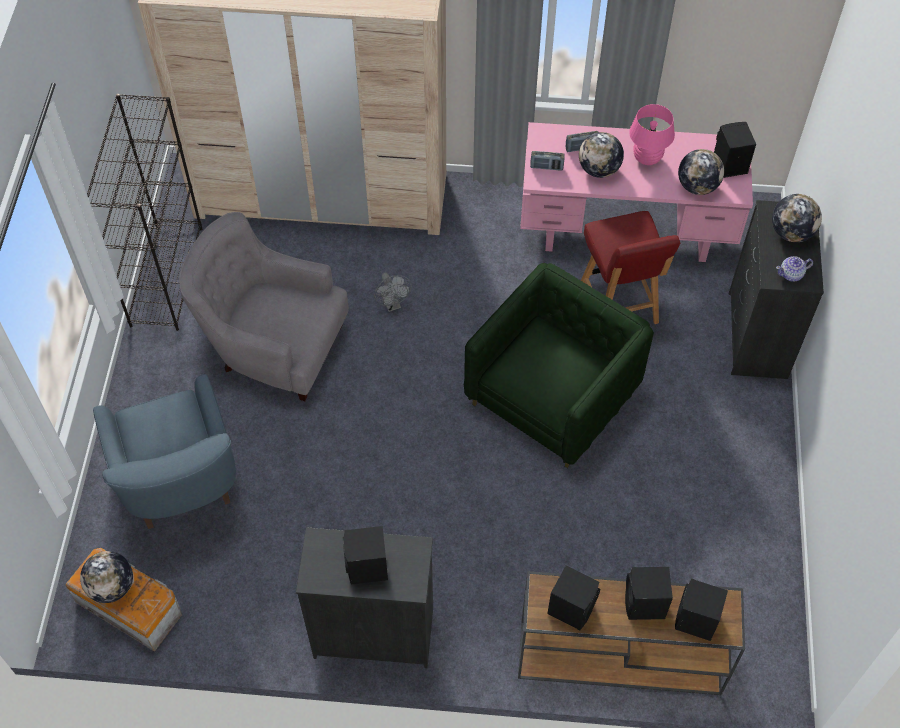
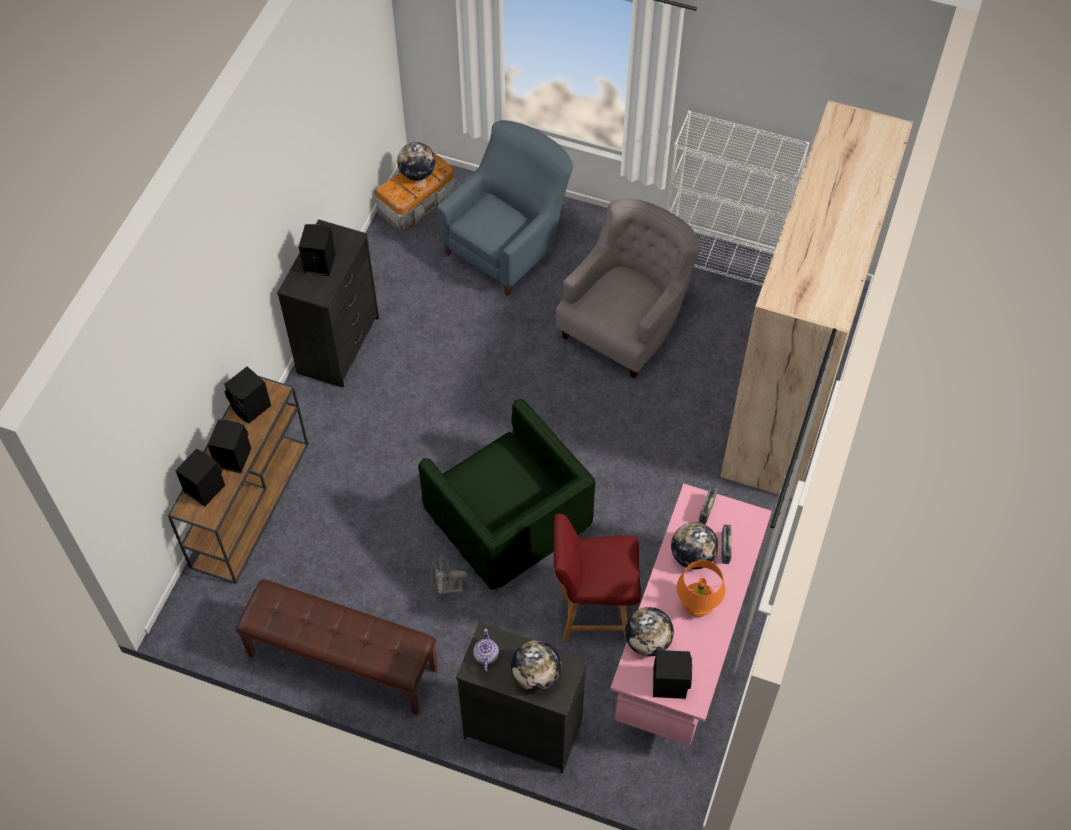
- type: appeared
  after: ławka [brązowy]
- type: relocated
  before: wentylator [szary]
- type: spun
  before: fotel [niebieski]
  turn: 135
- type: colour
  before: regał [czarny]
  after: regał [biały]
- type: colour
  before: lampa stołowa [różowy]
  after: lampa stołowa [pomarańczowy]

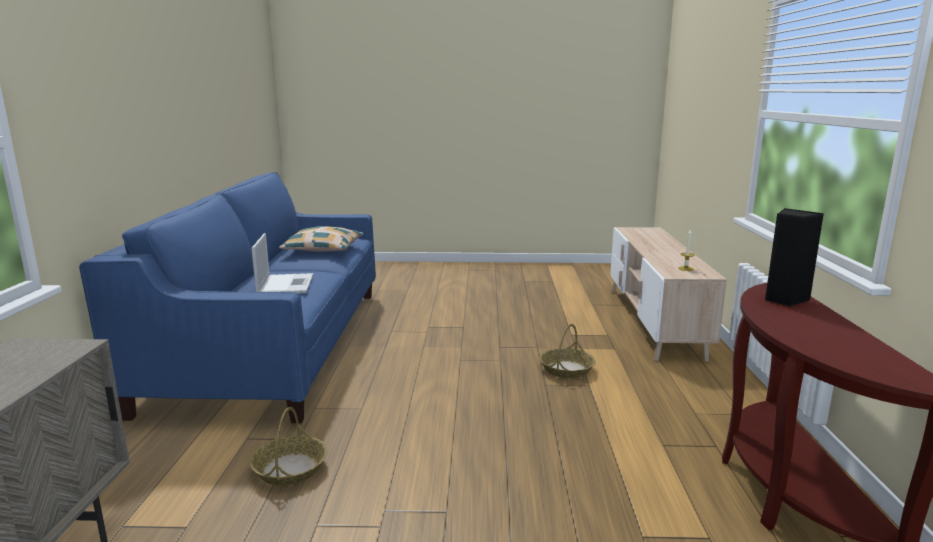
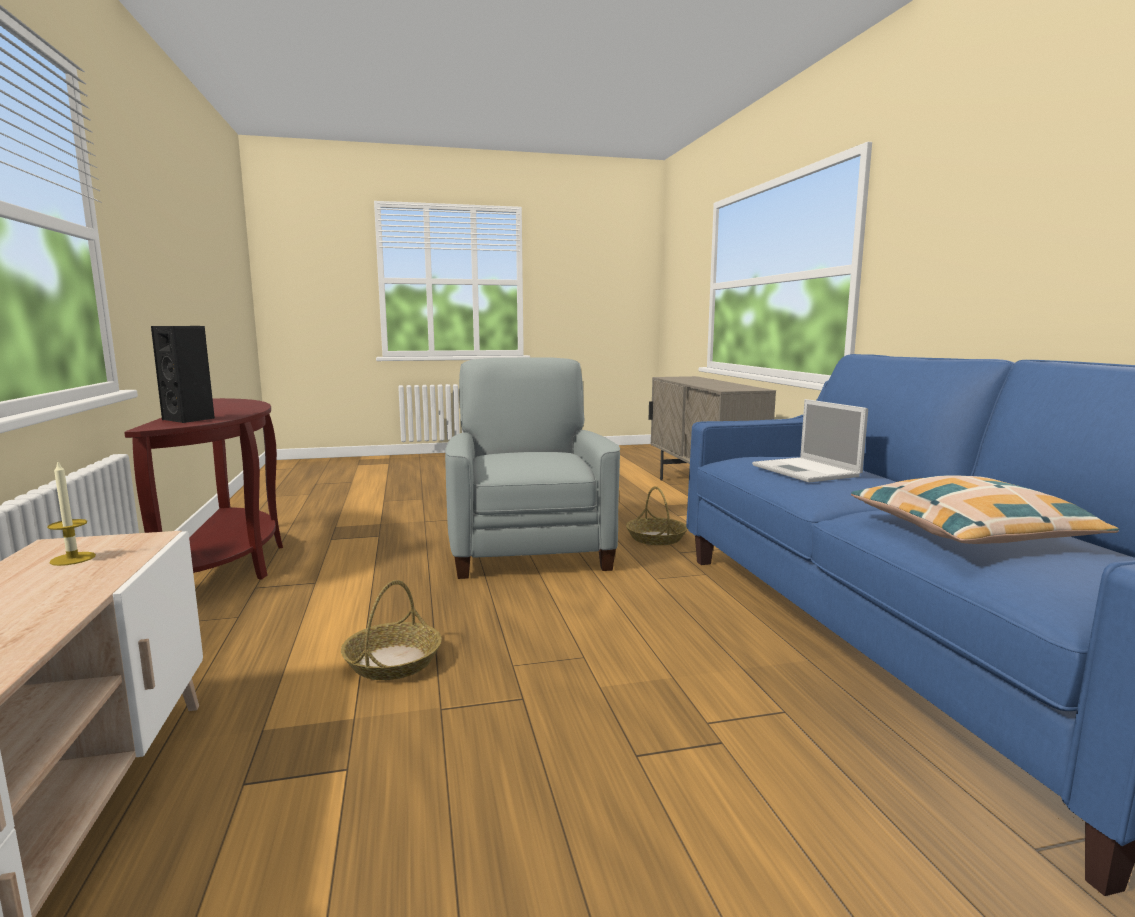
- type: appeared
  after: fotel [szary]

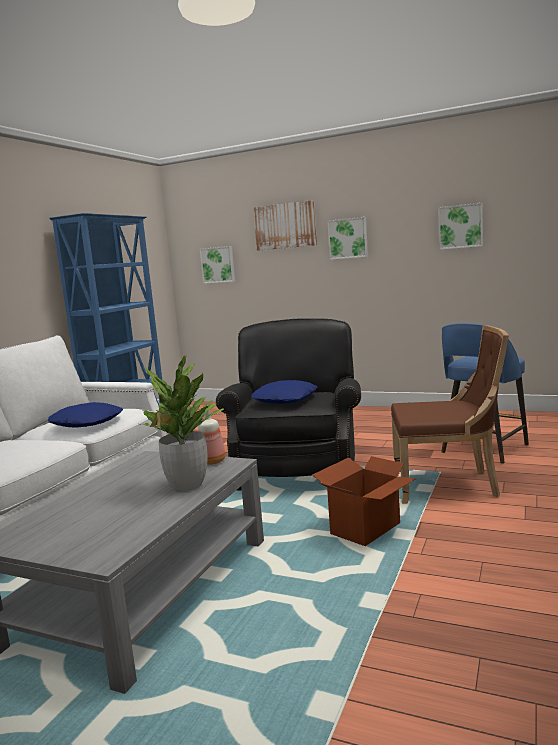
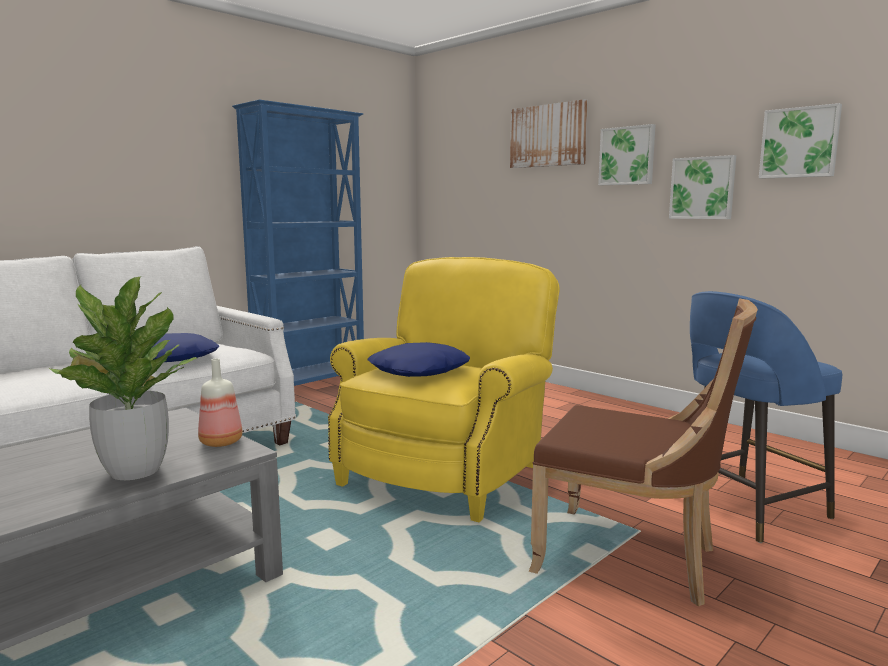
- type: colour
  before: fotel [czarny]
  after: fotel [żółty]
- type: relocated
  before: obraz (no. 1 from left in the first image)
  after: obraz (no. 3 from left)
- type: missing
  before: karton

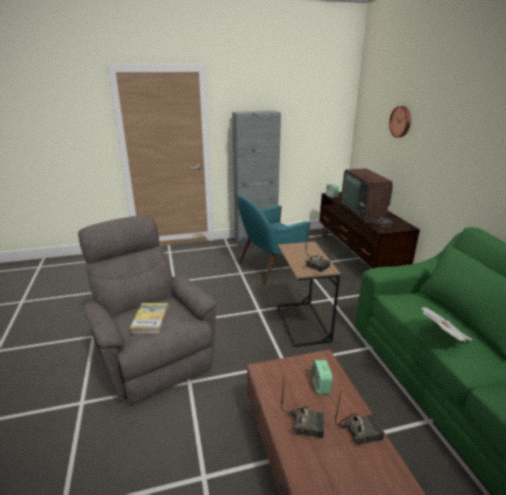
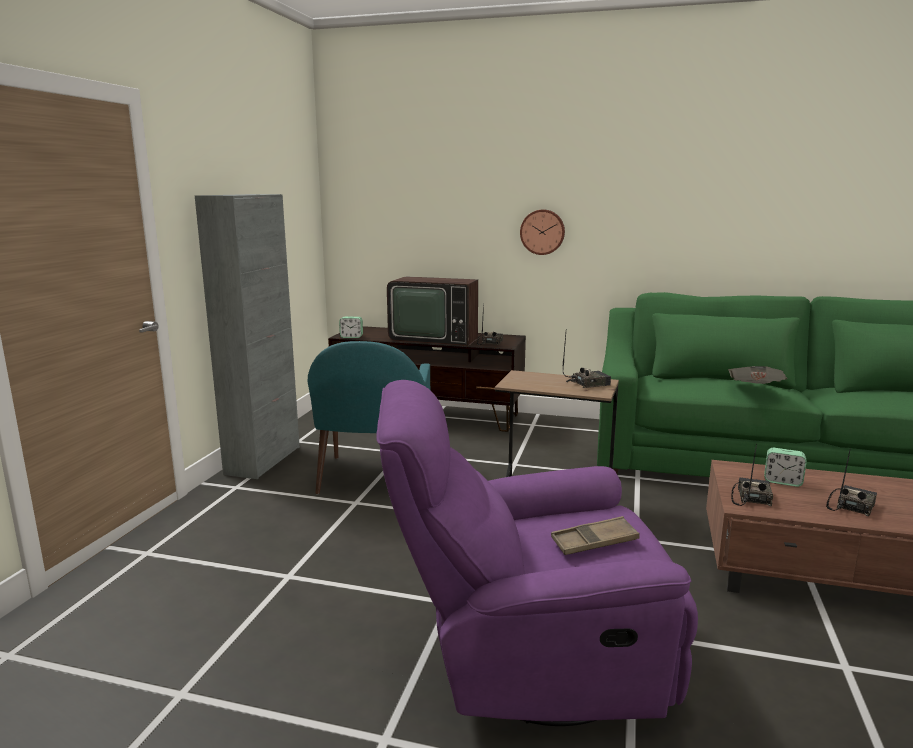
- type: colour
  before: fotel [szary]
  after: fotel [fioletowy]
- type: relocated
  before: zegar ścienny
- type: exchanged
  before: książka
  after: taca [brązowy]
- type: relocated
  before: radio (no. 3 from left)

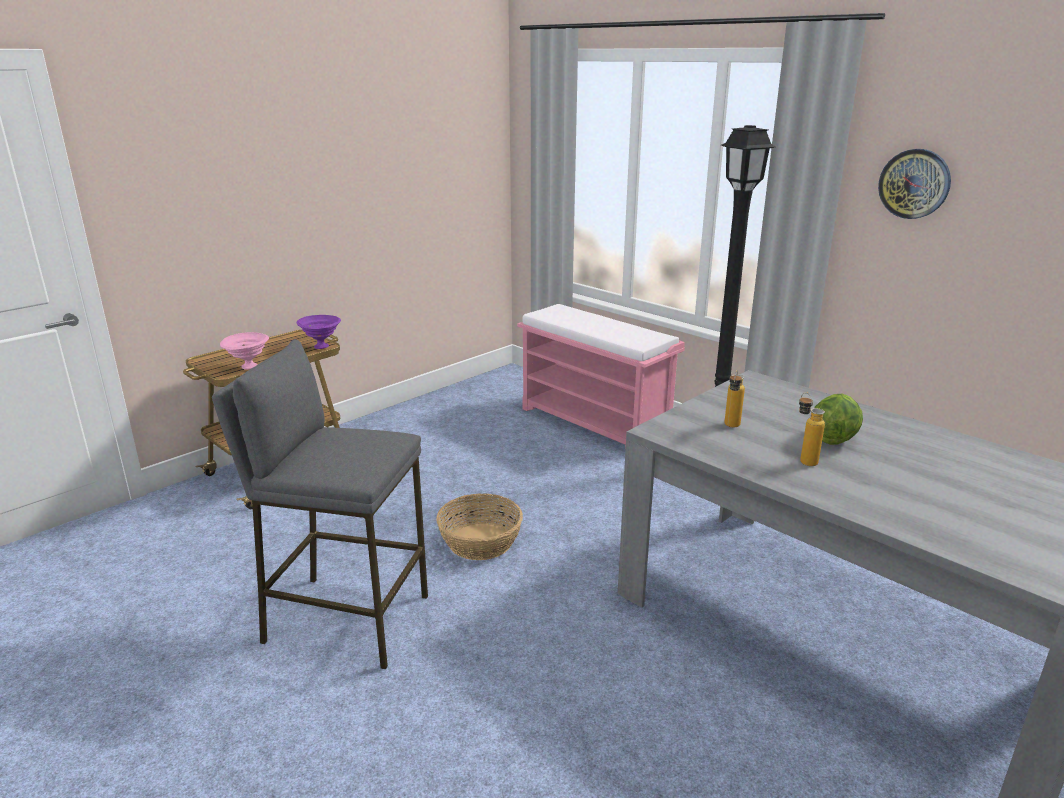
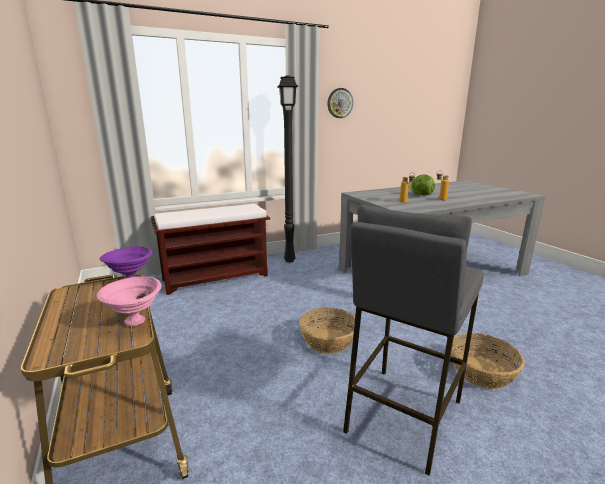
- type: colour
  before: ławka [różowy]
  after: ławka [brązowy]
- type: appeared
  after: koszyk (no. 2 from left)

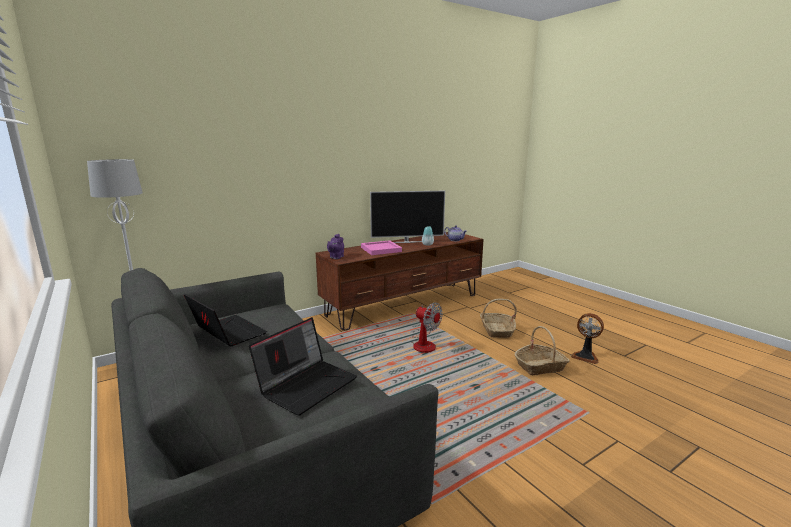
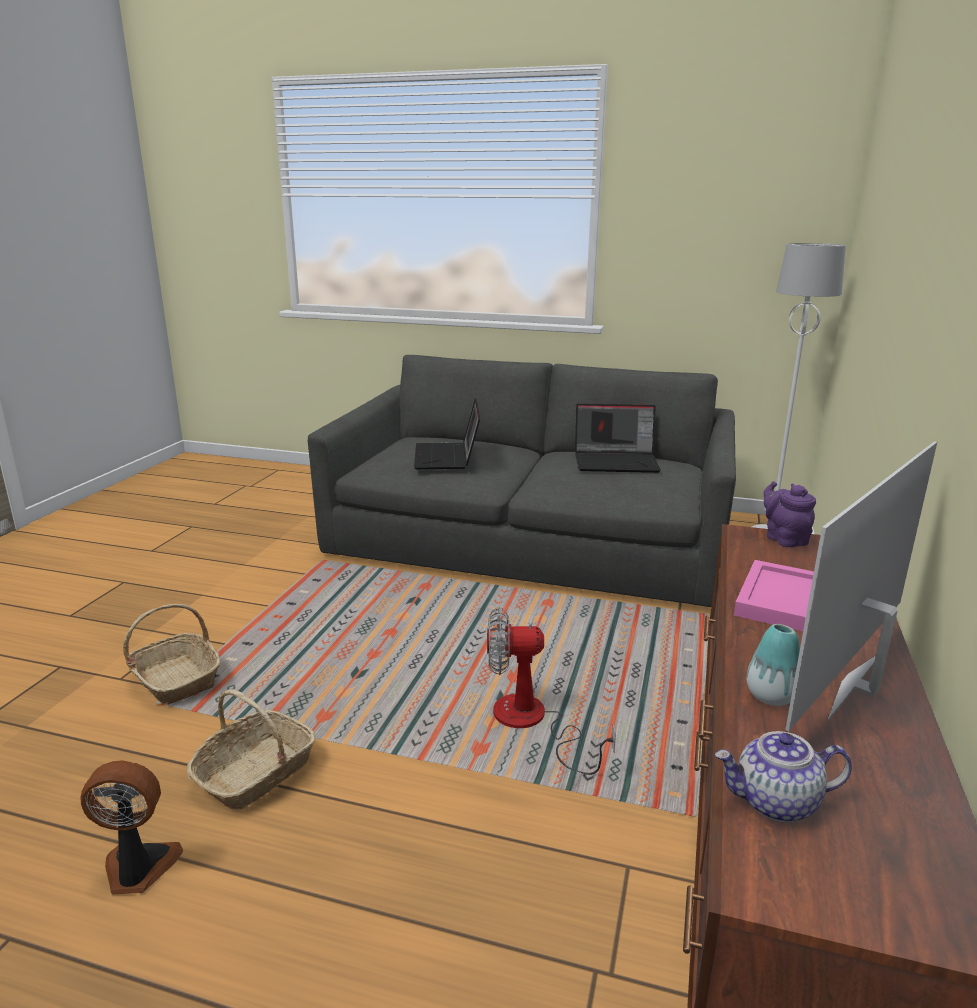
- type: relocated
  before: koszyk (no. 1 from left)

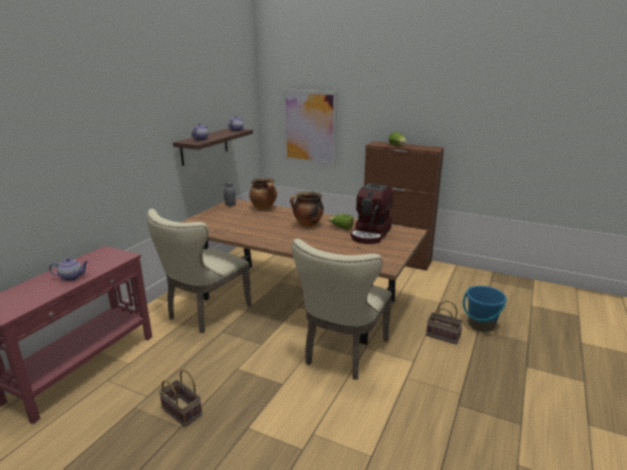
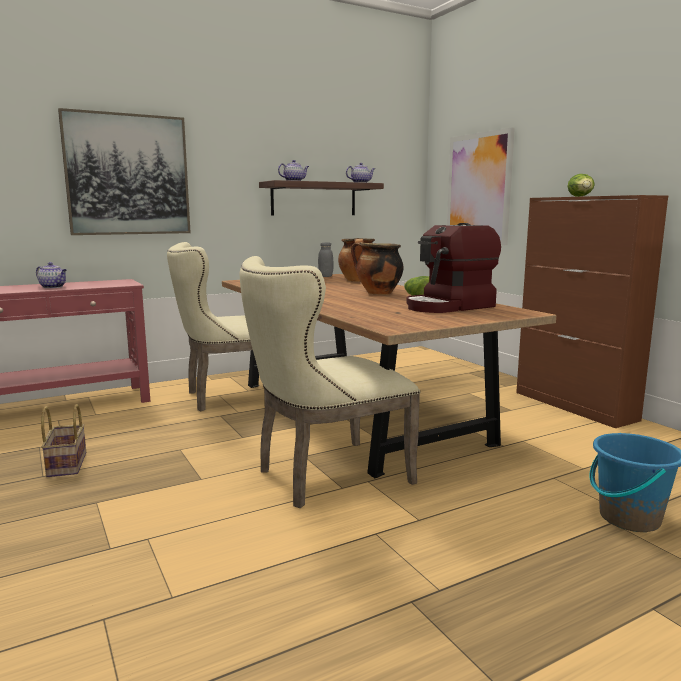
- type: appeared
  after: obraz (no. 1 from left)
- type: missing
  before: koszyk (no. 2 from left)

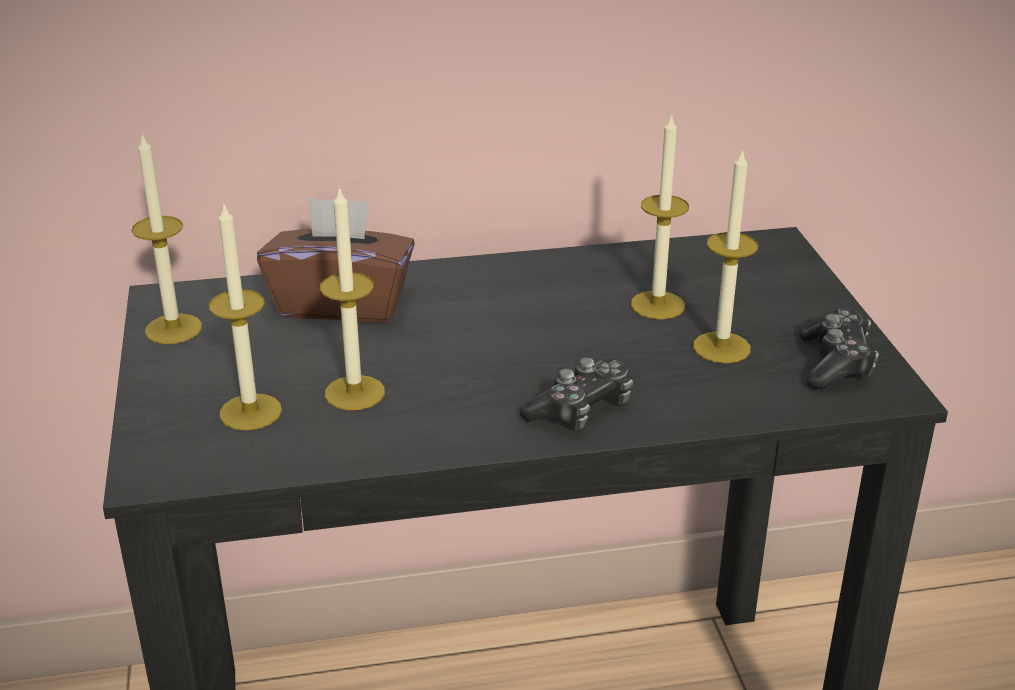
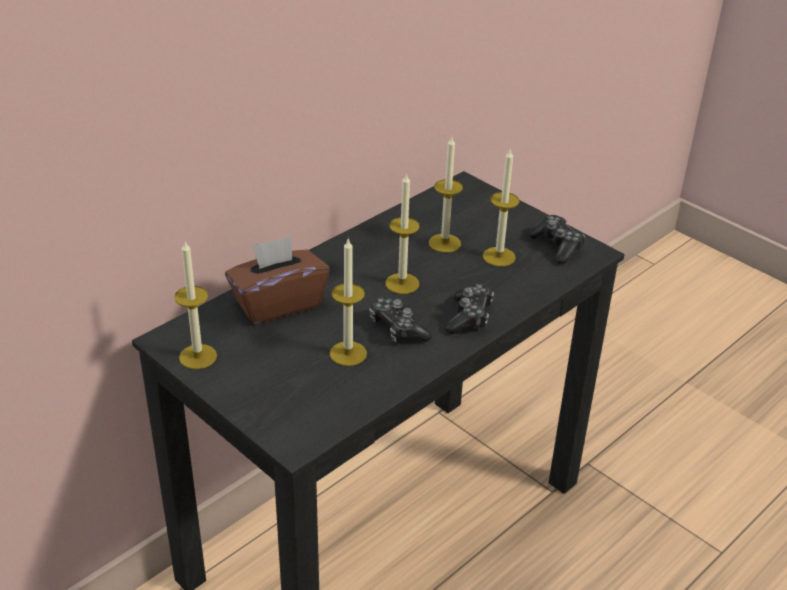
- type: appeared
  after: pad do gier (no. 1 from left)
- type: relocated
  before: świeca (no. 2 from left in the first image)
  after: świeca (no. 3 from left)

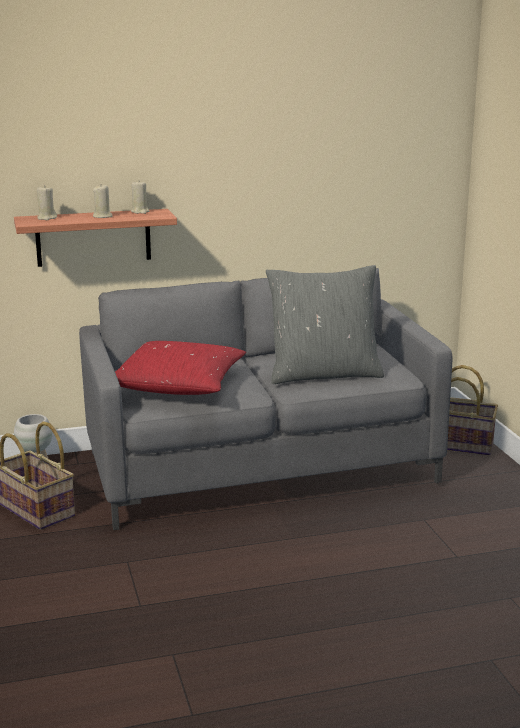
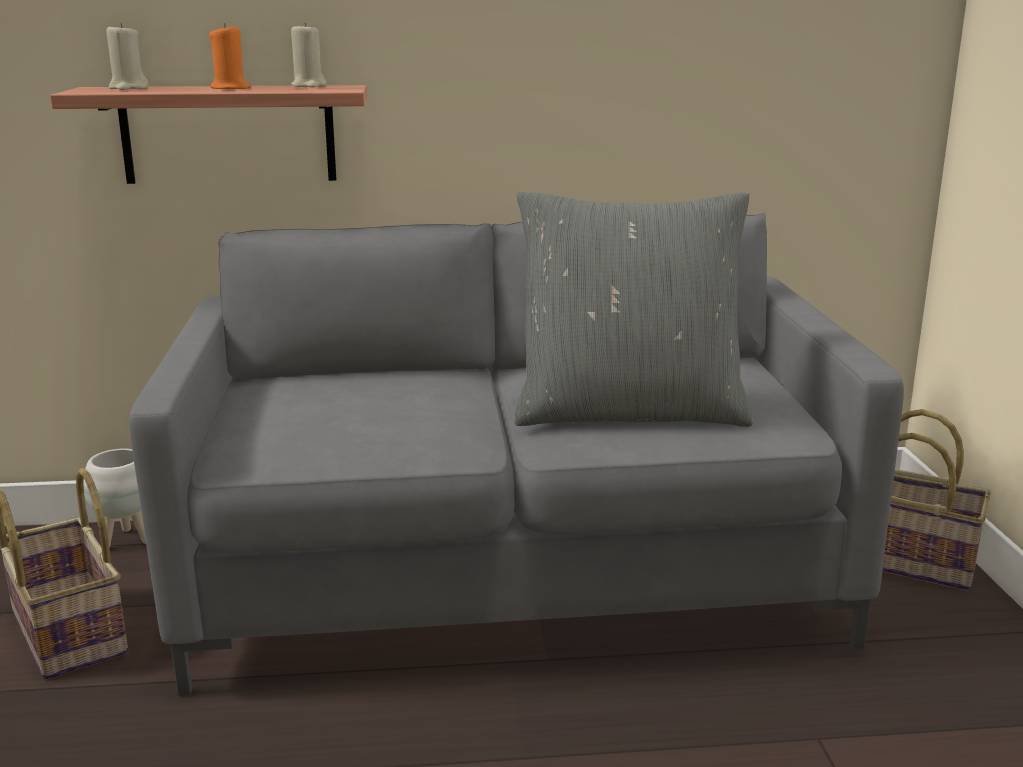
- type: colour
  before: świeca [beżowy] (no. 2 from left)
  after: świeca [pomarańczowy]
- type: missing
  before: poduszka [czerwony]

